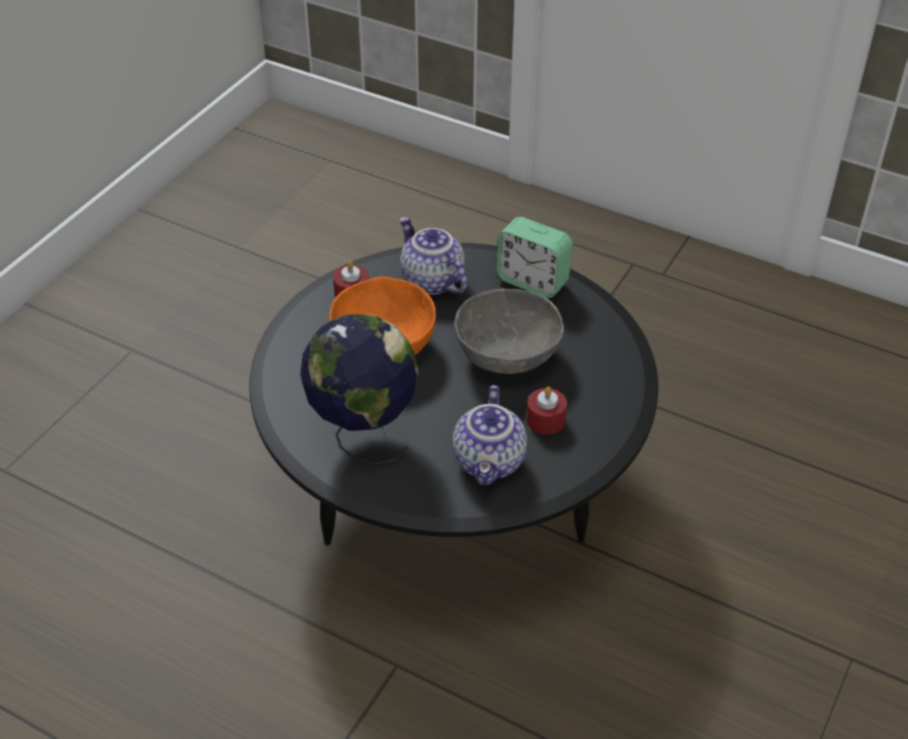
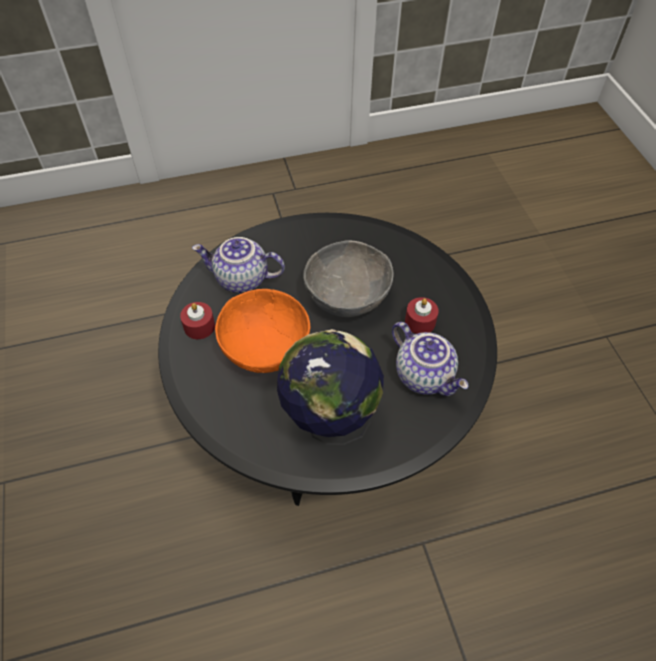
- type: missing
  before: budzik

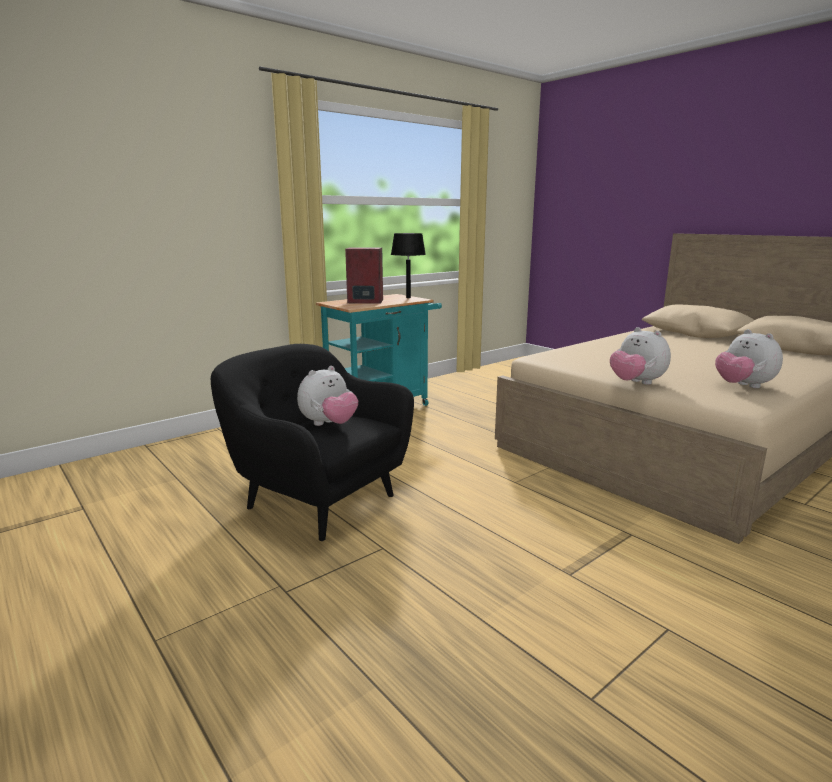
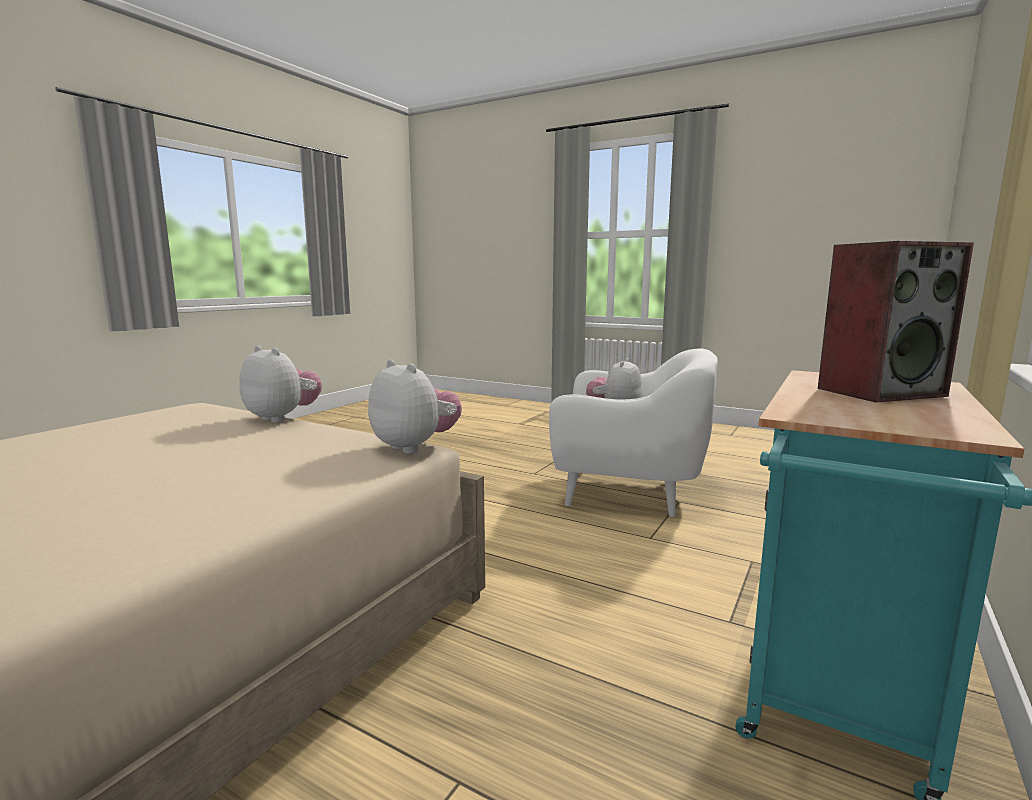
- type: relocated
  before: pluszak (no. 3 from left in the first image)
  after: pluszak (no. 2 from left)
- type: colour
  before: fotel [czarny]
  after: fotel [biały]
- type: missing
  before: lampa stołowa [czarny]

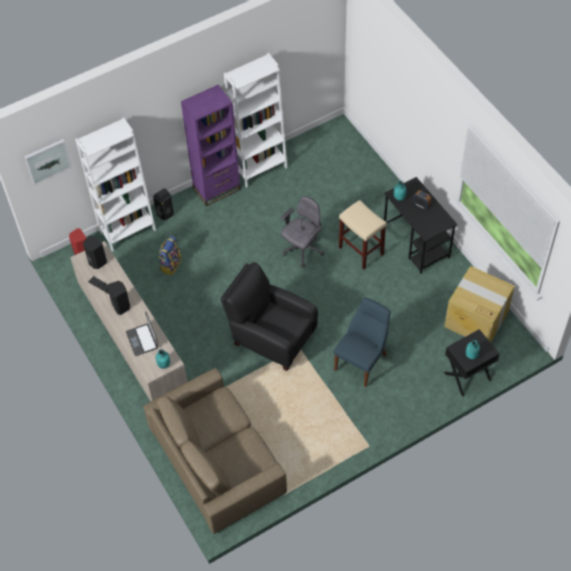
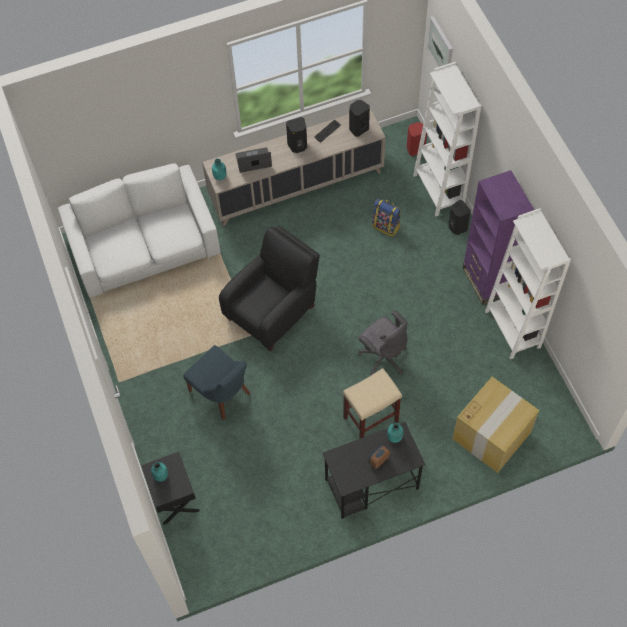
- type: colour
  before: kanapa [brązowy]
  after: kanapa [biały]
- type: relocated
  before: karton

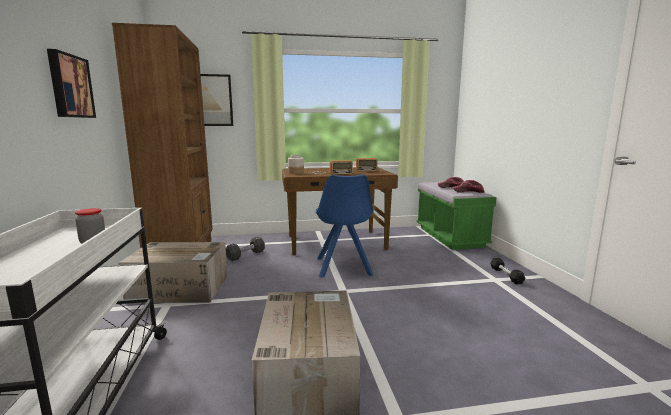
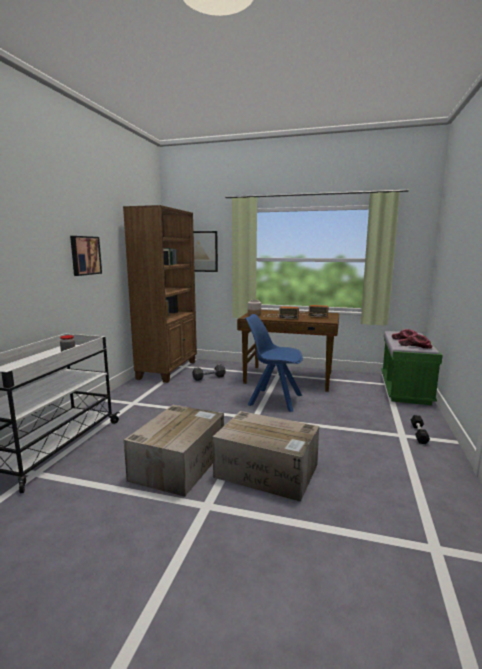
- type: relocated
  before: karton (no. 1 from left in the first image)
  after: karton (no. 2 from left)
- type: spun
  before: krzesło [niebieski]
  turn: 90

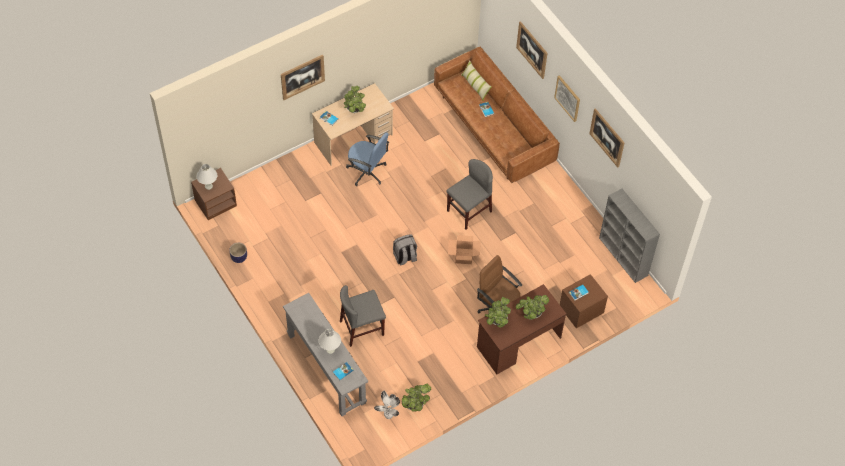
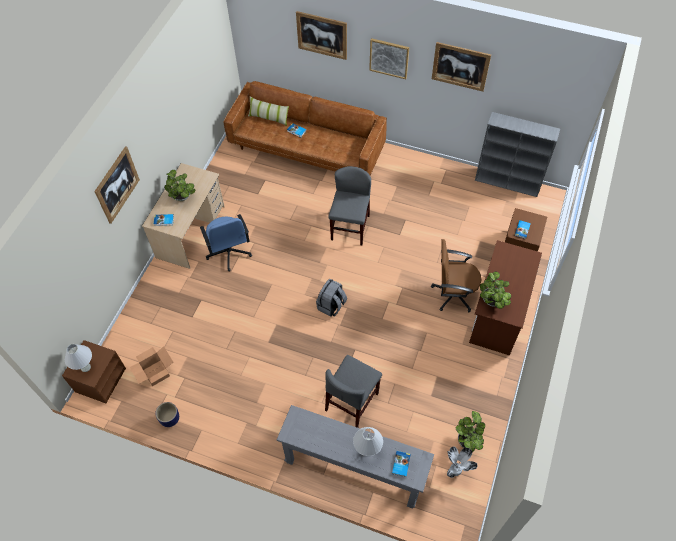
- type: relocated
  before: karton
- type: spun
  before: krzesło biurowe [niebieski]
  turn: 75
- type: missing
  before: roślina doniczkowa (no. 5 from left)

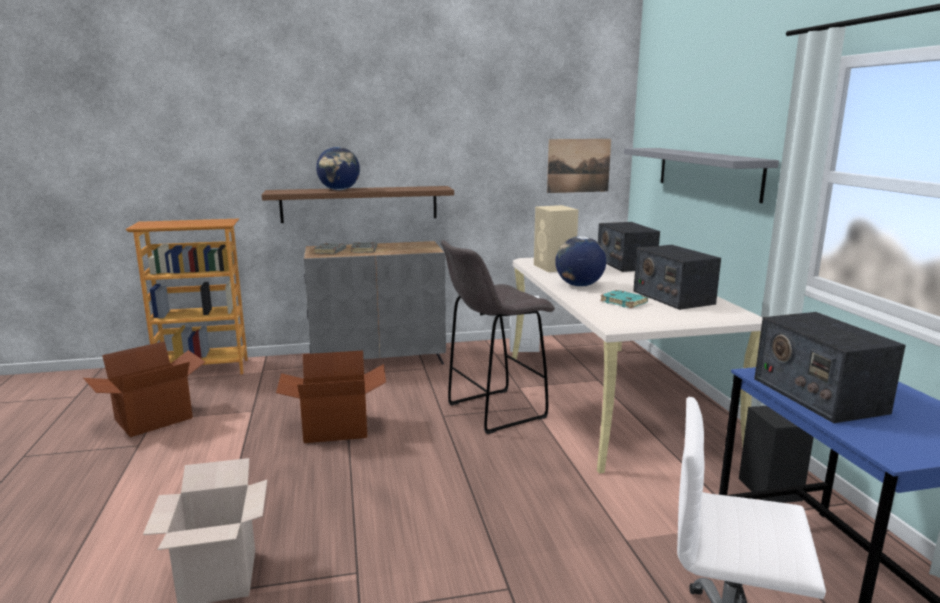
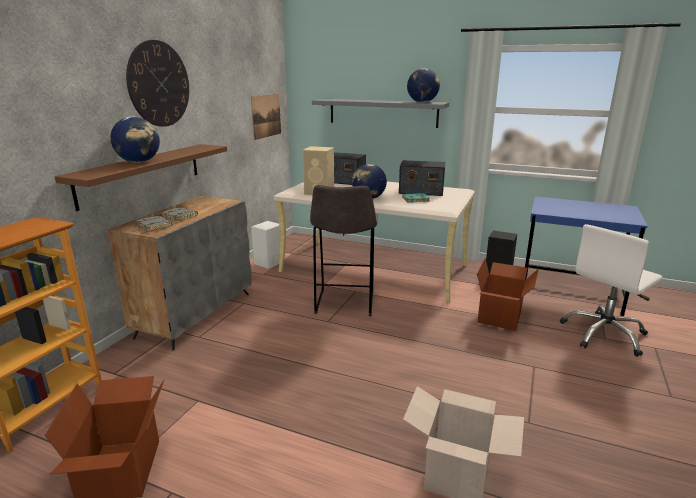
- type: appeared
  after: zegar ścienny
- type: appeared
  after: globus (no. 3 from left)
- type: relocated
  before: karton (no. 3 from left)
- type: missing
  before: radio (no. 3 from left)

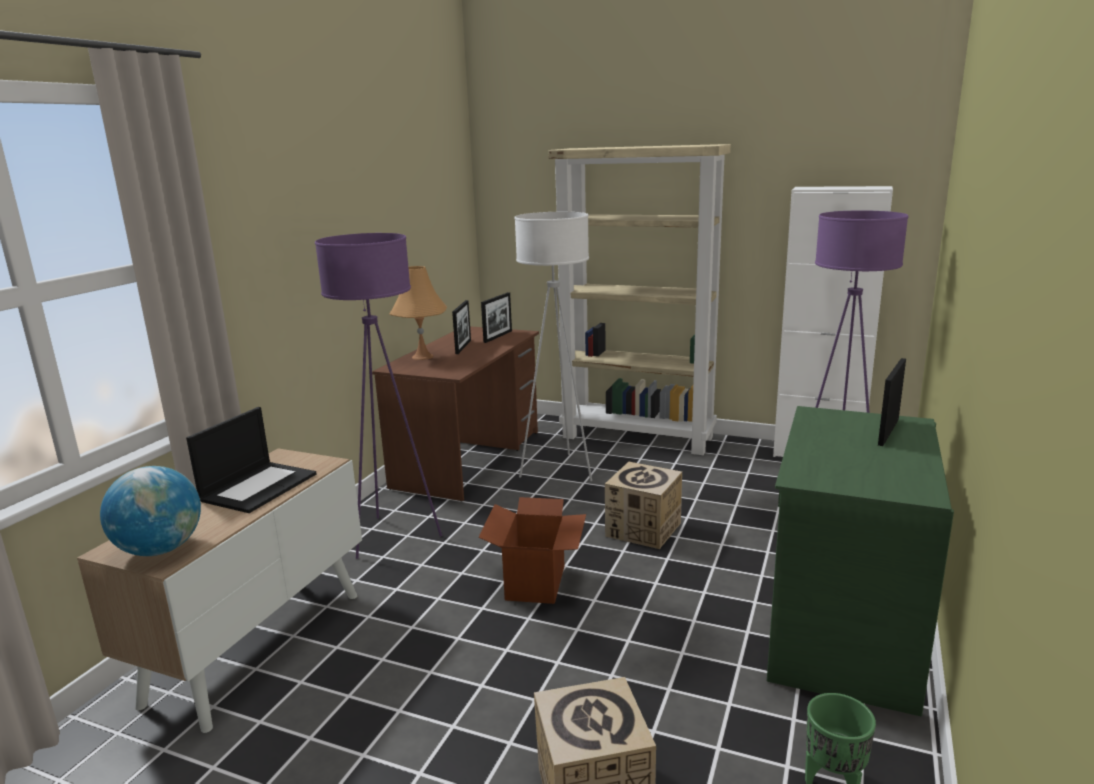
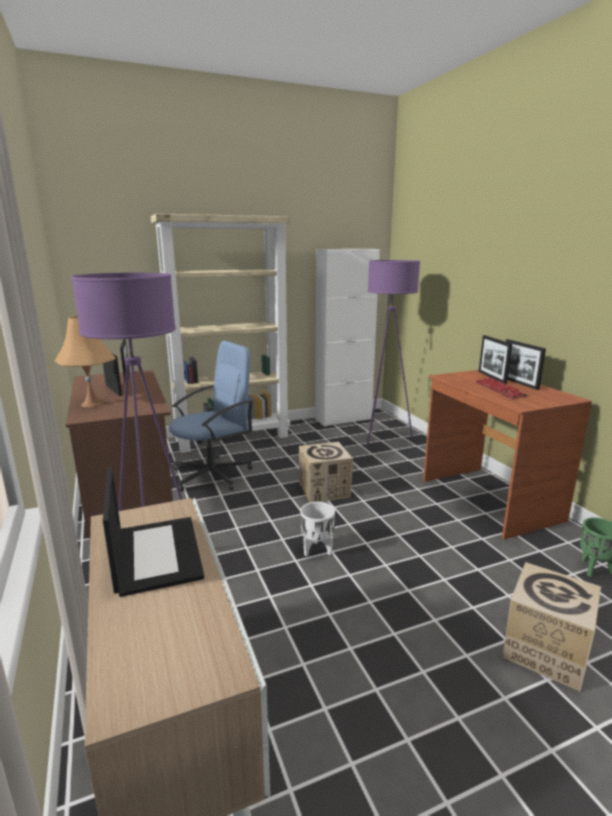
- type: exchanged
  before: lampa stojąca [biały]
  after: krzesło biurowe [niebieski]
- type: exchanged
  before: karton (no. 1 from left)
  after: donica [biały]
- type: colour
  before: biurko [zielony]
  after: biurko [brązowy] (no. 2 from left)
- type: appeared
  after: klawiatura
- type: appeared
  after: ramka na zdjęcie (no. 4 from left)
- type: missing
  before: globus

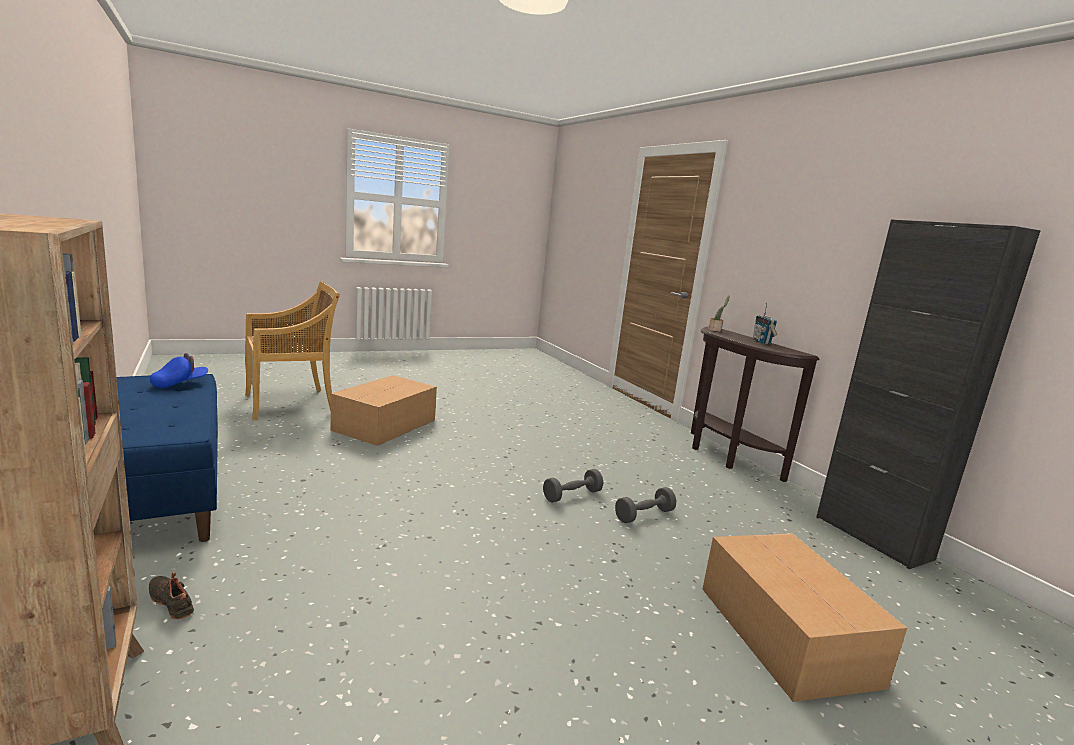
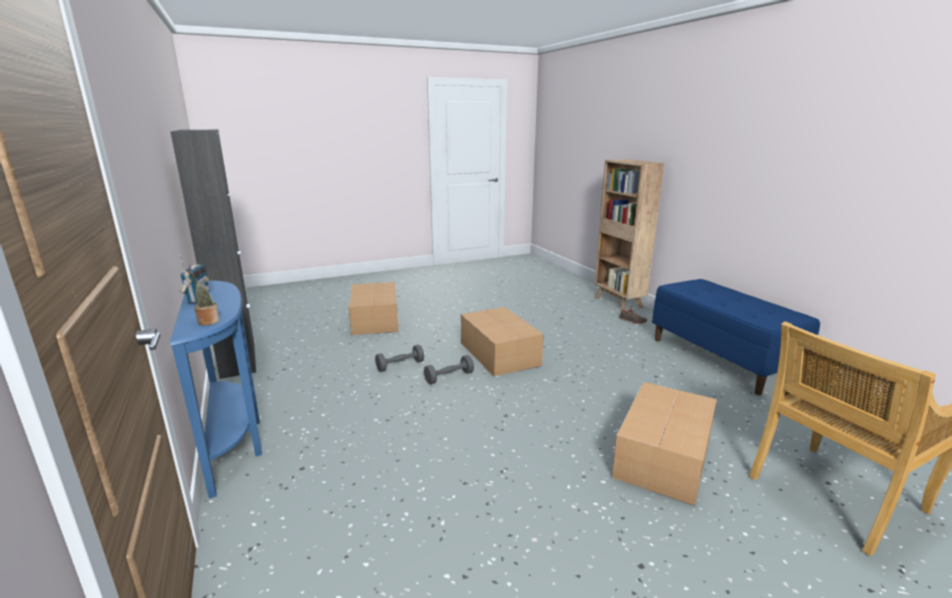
- type: colour
  before: stolik konsolowy [brązowy]
  after: stolik konsolowy [niebieski]
- type: appeared
  after: karton (no. 2 from left)
- type: missing
  before: czapka z daszkiem [niebieski]

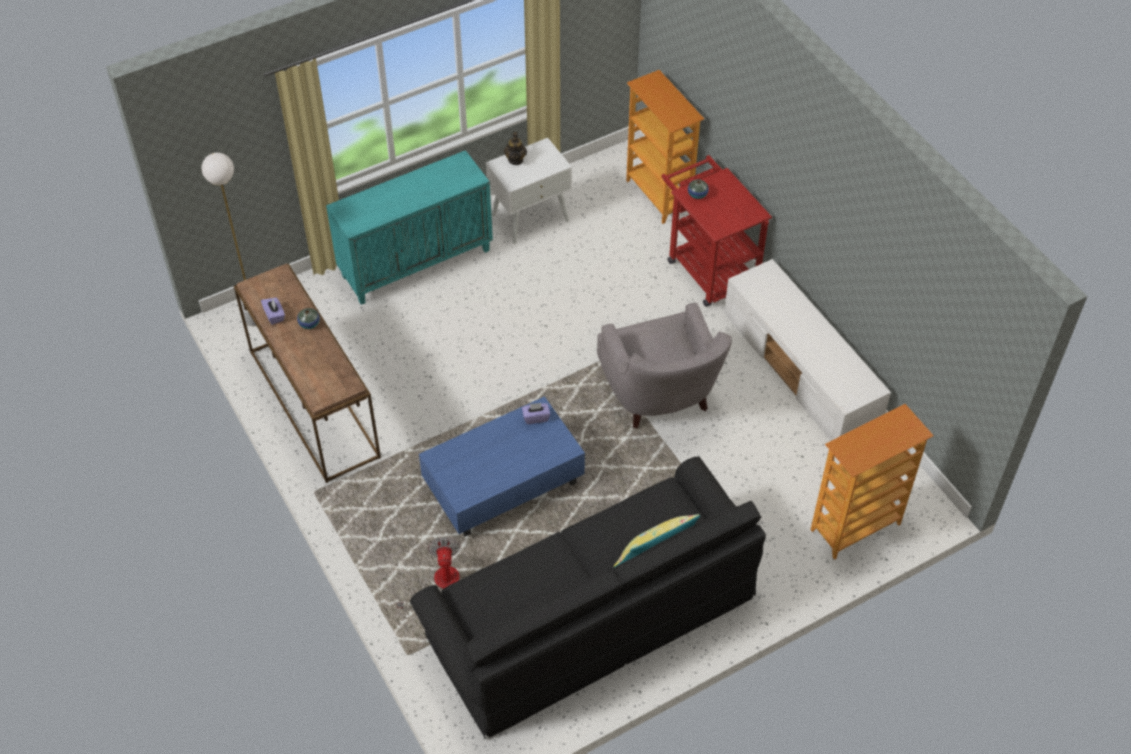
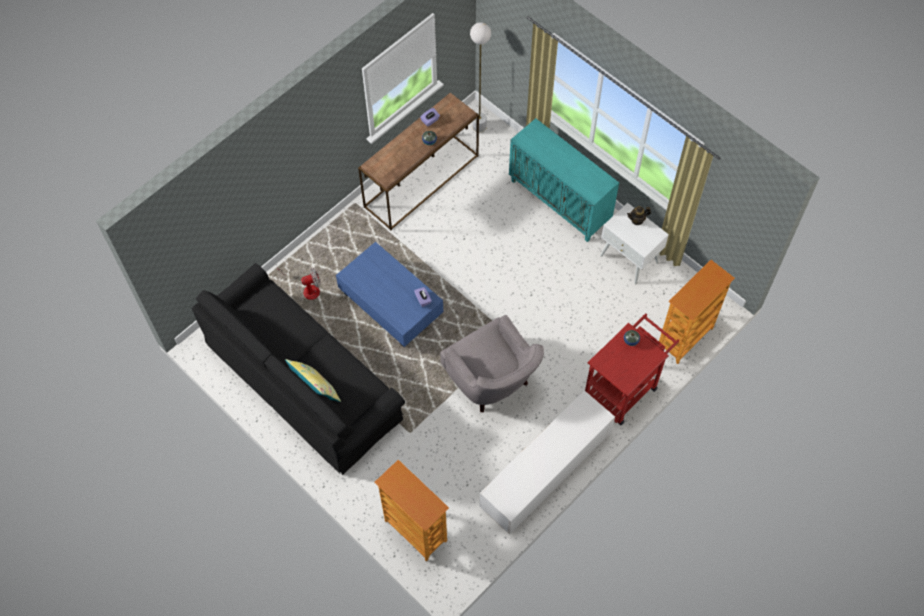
- type: spun
  before: fotel [szary]
  turn: -90

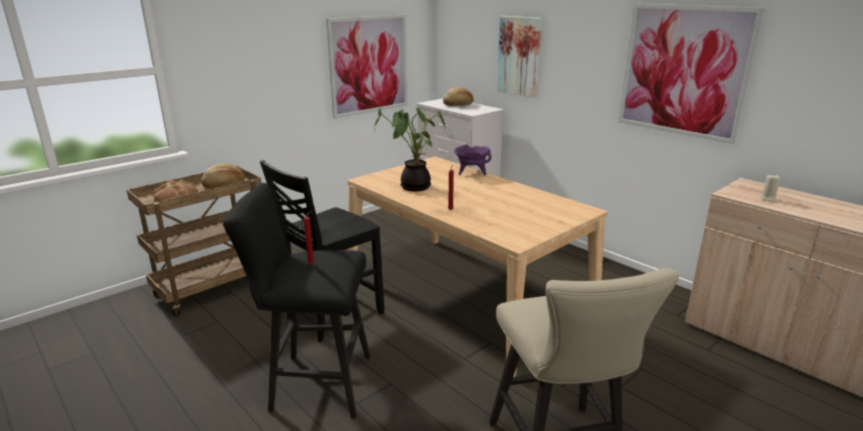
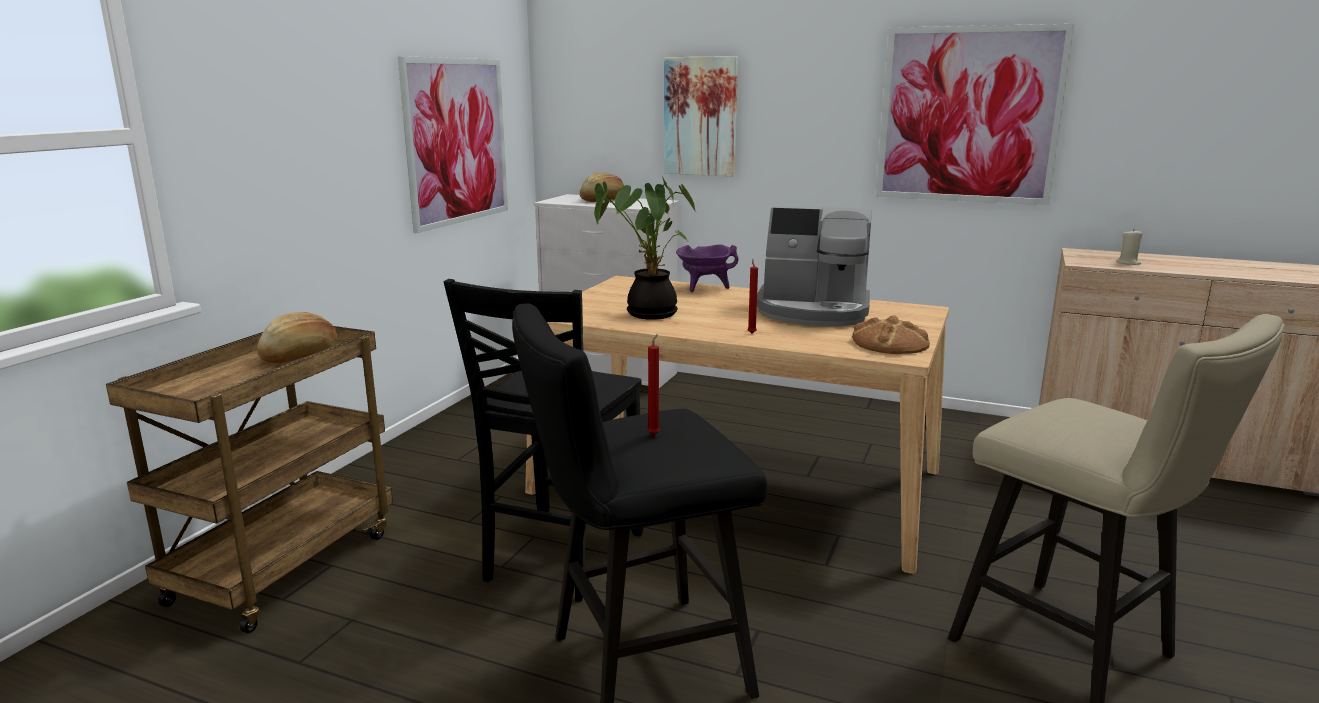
- type: appeared
  after: ekspres do kawy
- type: relocated
  before: chleb (no. 1 from left in the first image)
  after: chleb (no. 3 from left)

